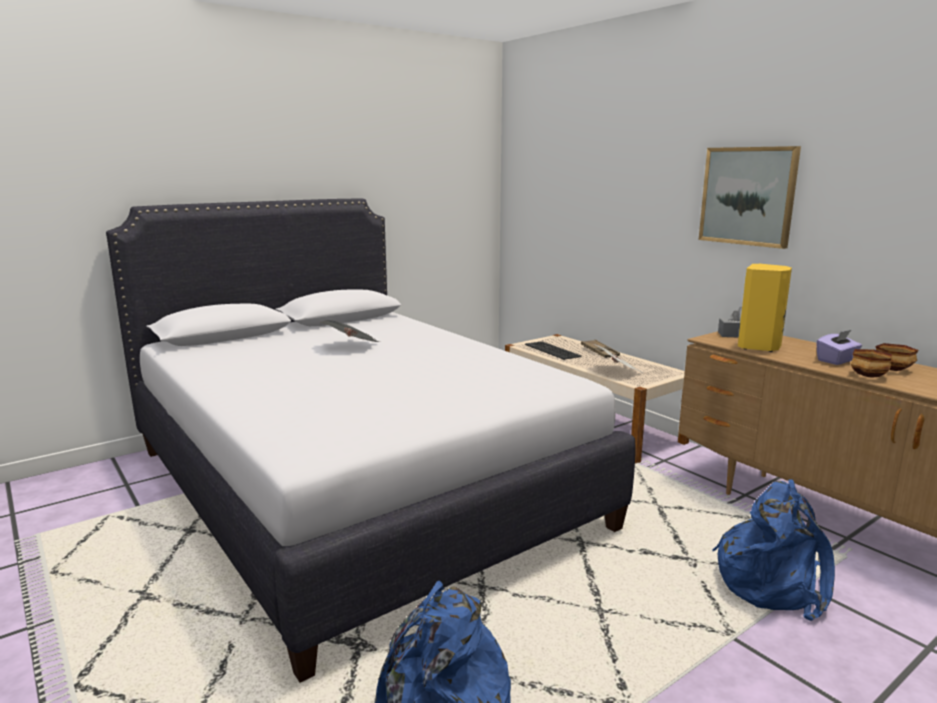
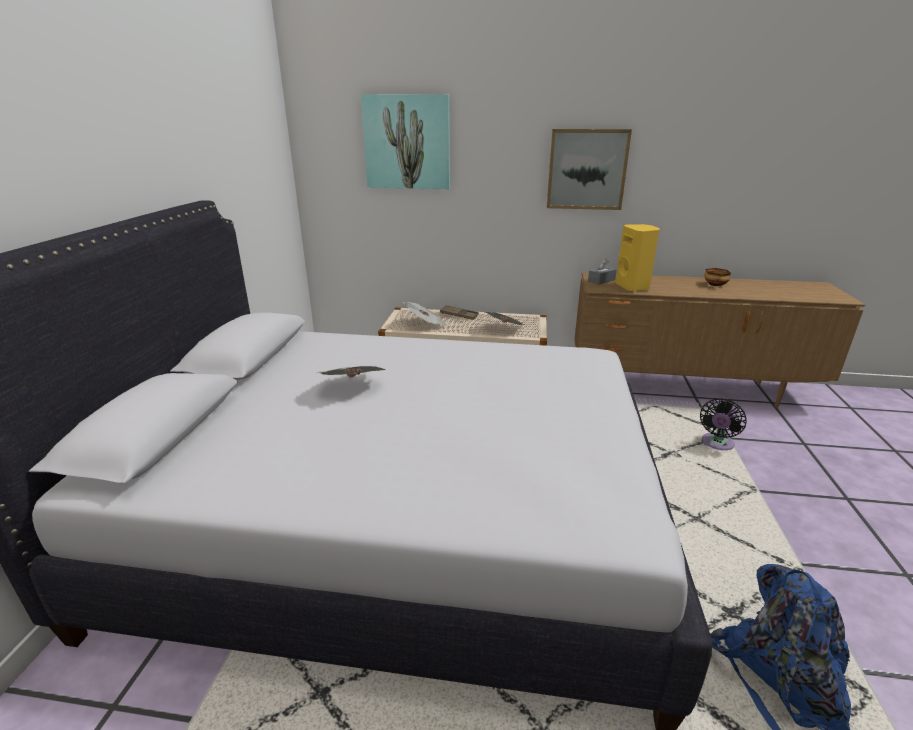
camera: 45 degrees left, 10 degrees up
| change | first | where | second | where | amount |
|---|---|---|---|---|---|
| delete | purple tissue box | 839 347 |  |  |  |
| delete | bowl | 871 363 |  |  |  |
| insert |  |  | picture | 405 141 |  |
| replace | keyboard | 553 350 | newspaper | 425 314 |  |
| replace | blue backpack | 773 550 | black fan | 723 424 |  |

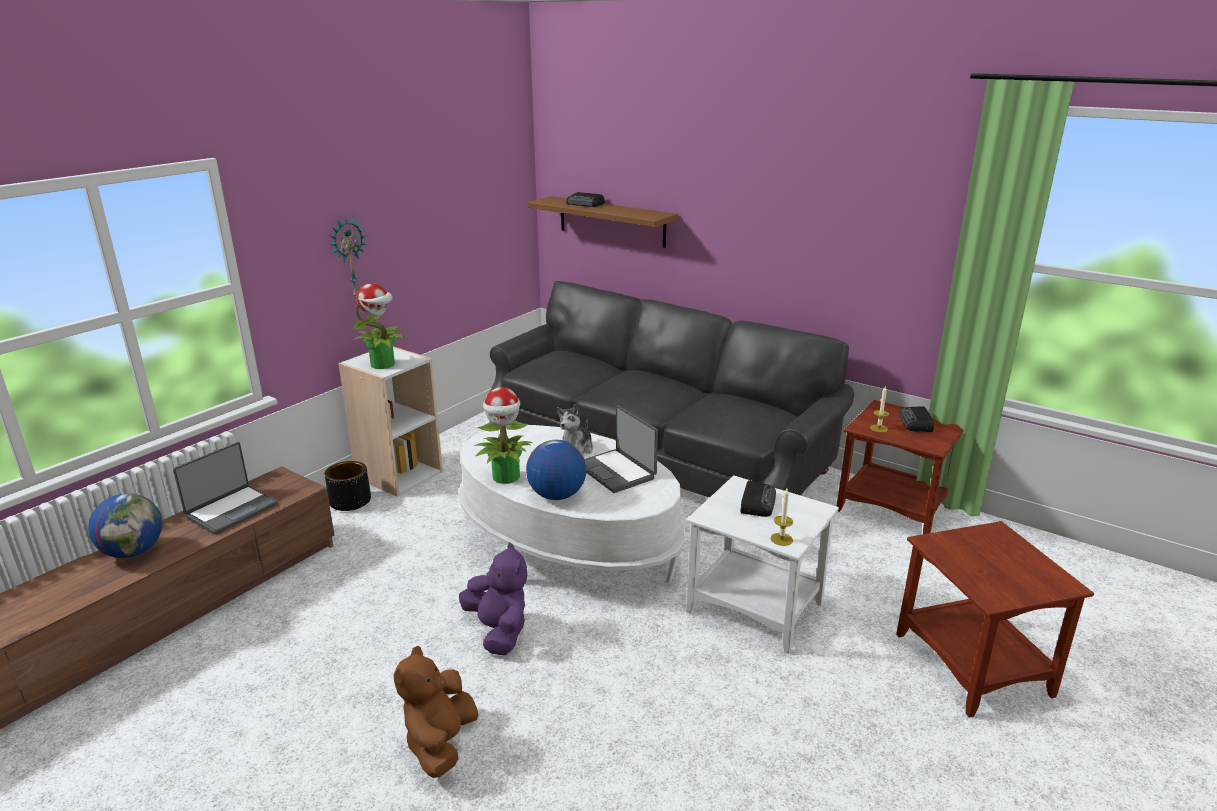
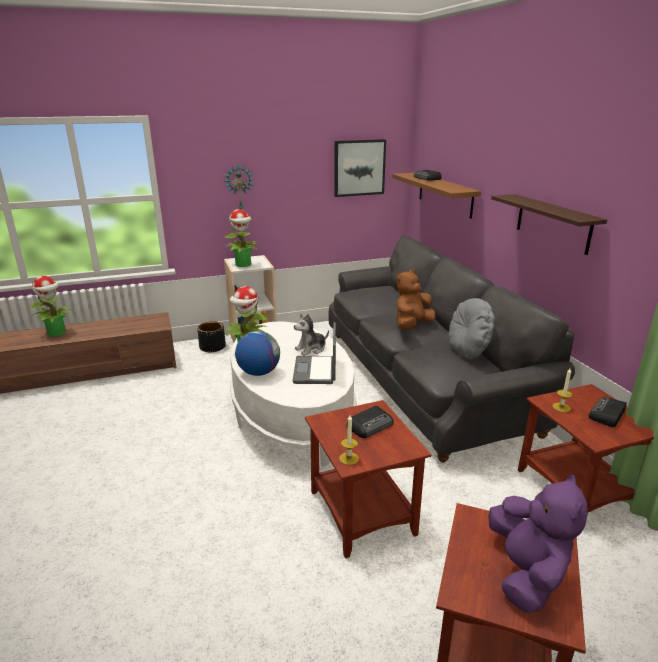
camera: 35 degrees right, 0 degrees up
| change | first | where | second | where | amount |
|---|---|---|---|---|---|
| delete | laptop | 225 488 |  |  |  |
| insert |  |  | picture | 360 168 |  |
| insert |  |  | grey pillow | 471 329 |  |
| insert |  |  | shelf | 549 224 |  |
| move | brown plush toy | 436 712 |  | 416 299 |  |
| move | purple plush toy | 493 598 |  | 538 543 |  |
| replace | globe | 125 525 | potted plant | 50 306 |  |
| recolor | white side table | 762 564 | brown side table | 368 479 |  |

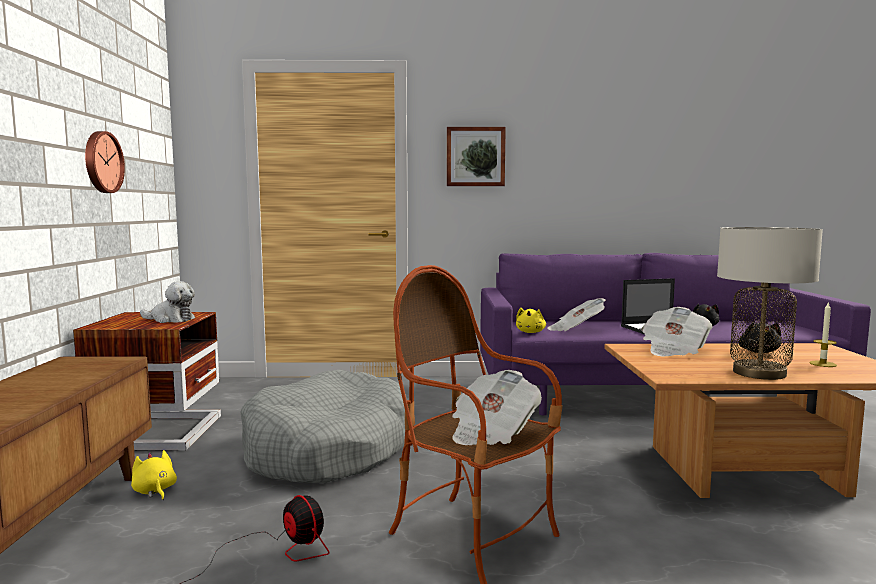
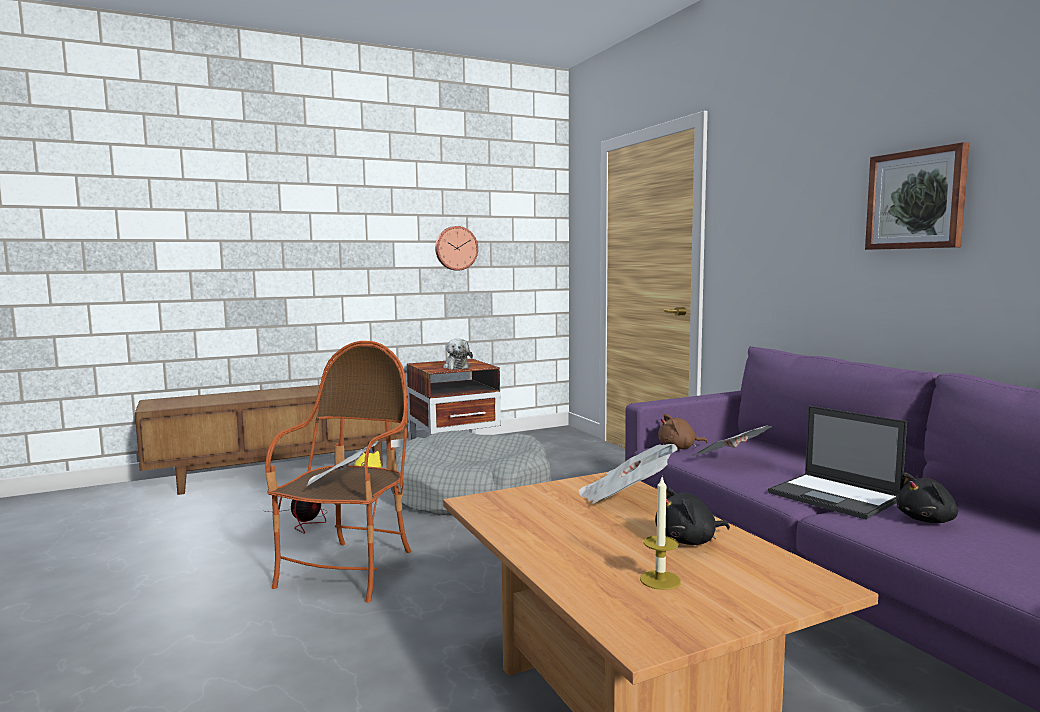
camera: 65 degrees right, 0 degrees up
| change | first | where | second | where | amount |
|---|---|---|---|---|---|
| delete | table lamp | 770 303 |  |  |  |
| move | picture | 476 156 |  | 917 196 |  |
| recolor | yellow plush toy | 531 320 | brown plush toy | 683 431 |  |

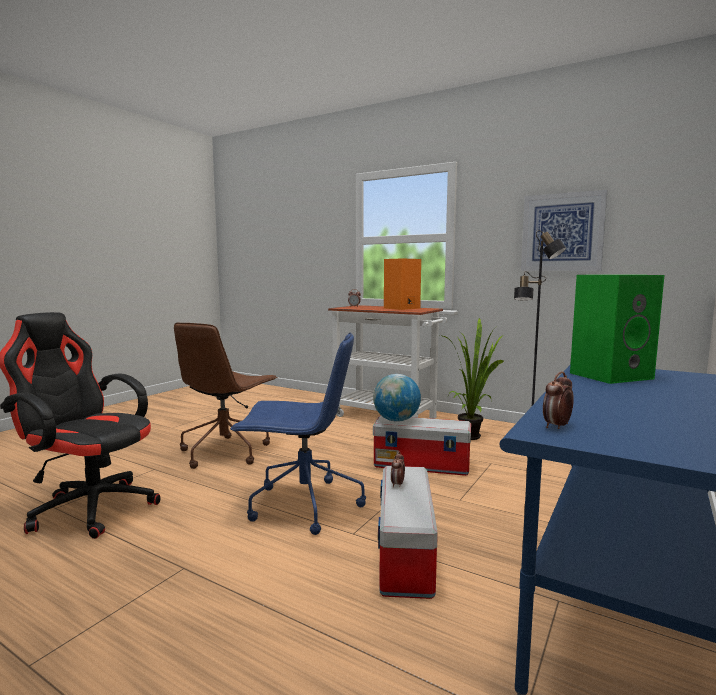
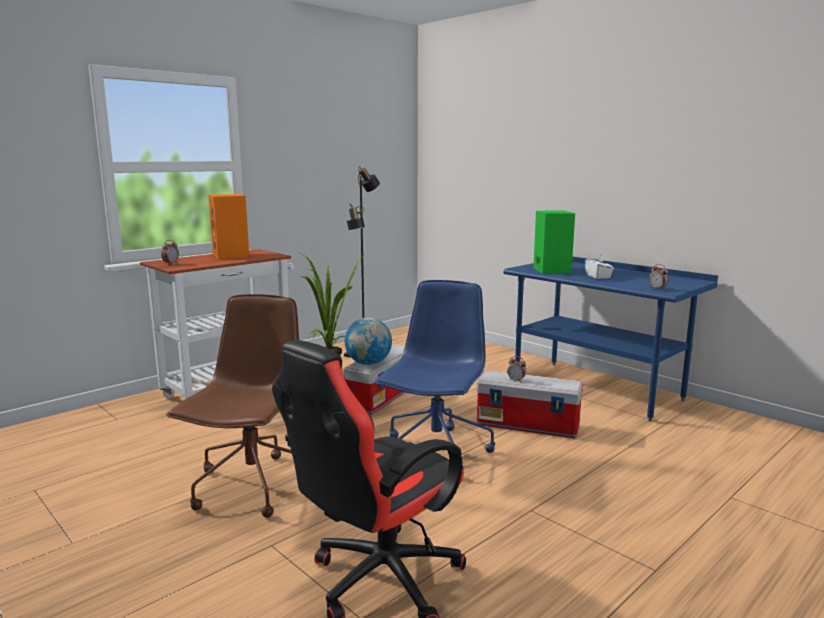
camera: 75 degrees left, 5 degrees up
| change | first | where | second | where | amount |
|---|---|---|---|---|---|
| delete | picture | 564 230 |  |  |  |
| insert |  |  | white tissue box | 599 266 |  |
| rotate | brown office chair | 225 395 |  | 232 406 | 120 degrees counterclockwise |

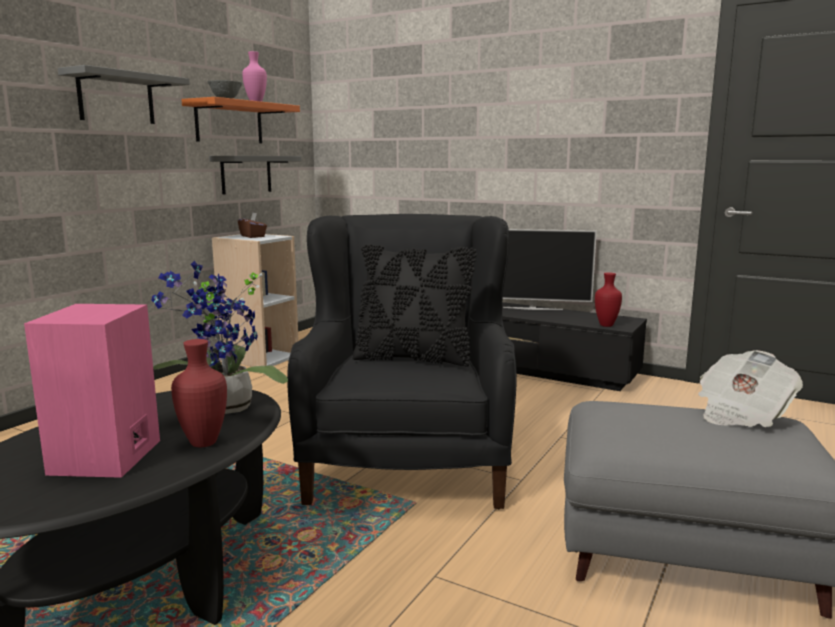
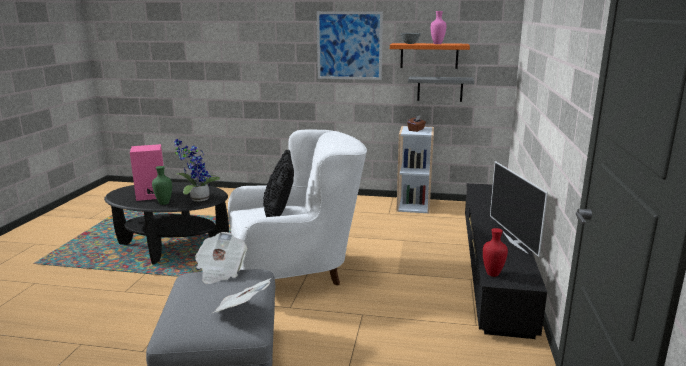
camera: 70 degrees right, 5 degrees up
| change | first | where | second | where | amount |
|---|---|---|---|---|---|
| insert |  |  | newspaper | 221 258 |  |
| replace | grey shelf | 123 94 | picture | 350 45 |  |
| recolor | red vase | 199 393 | green vase | 162 185 |  |
| recolor | black armchair | 402 361 | white armchair | 297 207 |  |

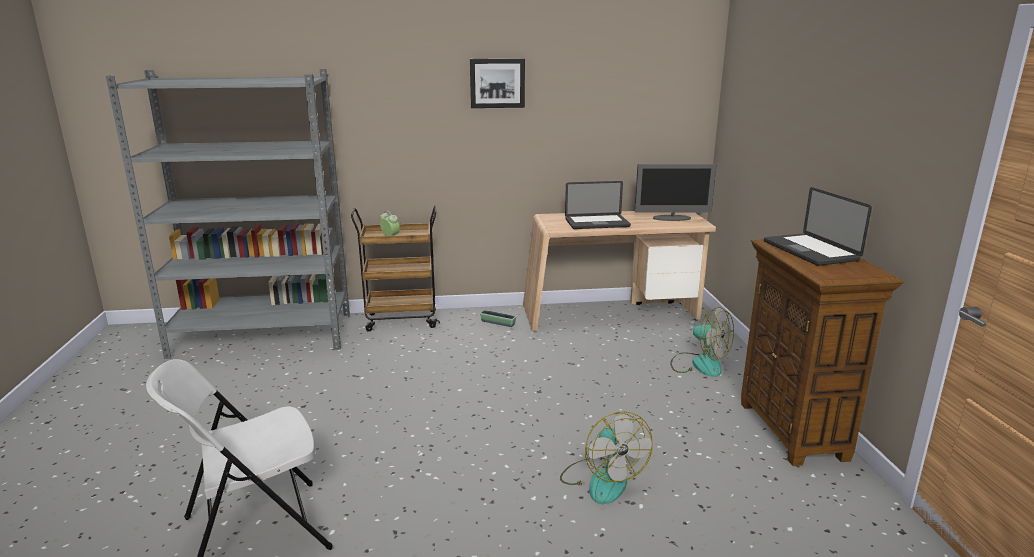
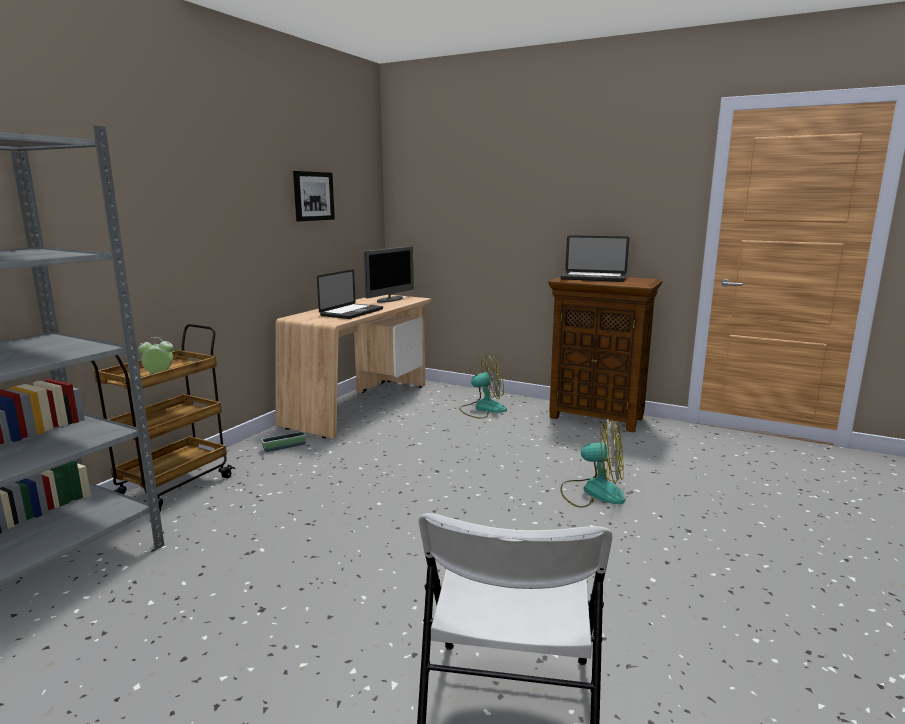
camera: 55 degrees left, 5 degrees down
| change | first | where | second | where | amount |
|---|---|---|---|---|---|
| move | picture | 497 83 |  | 314 196 |  |

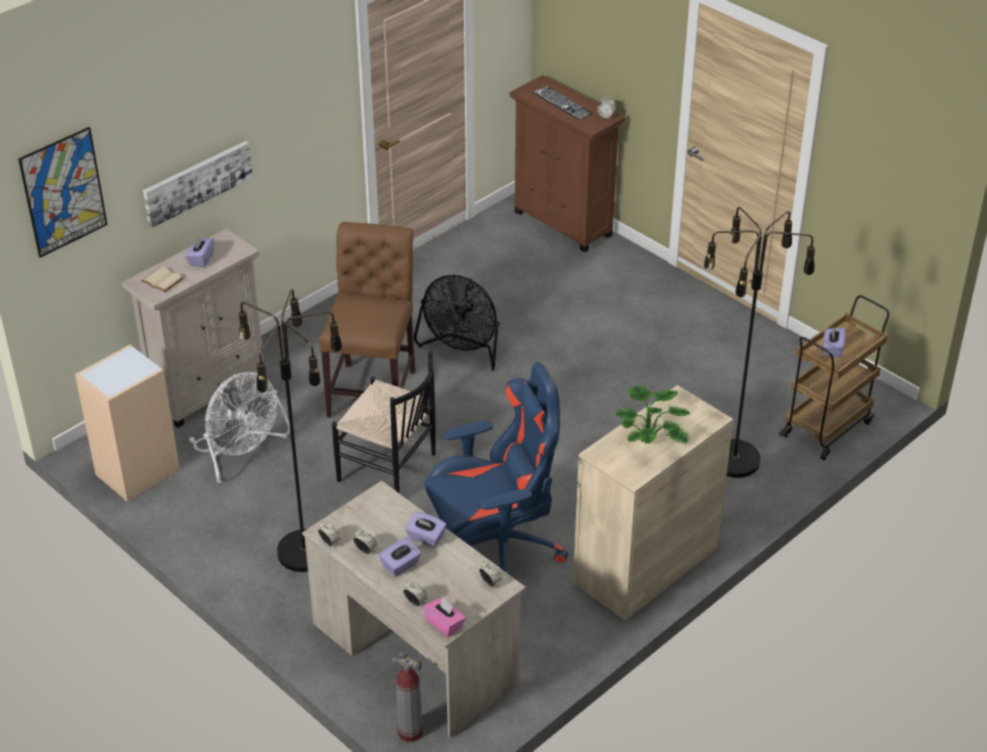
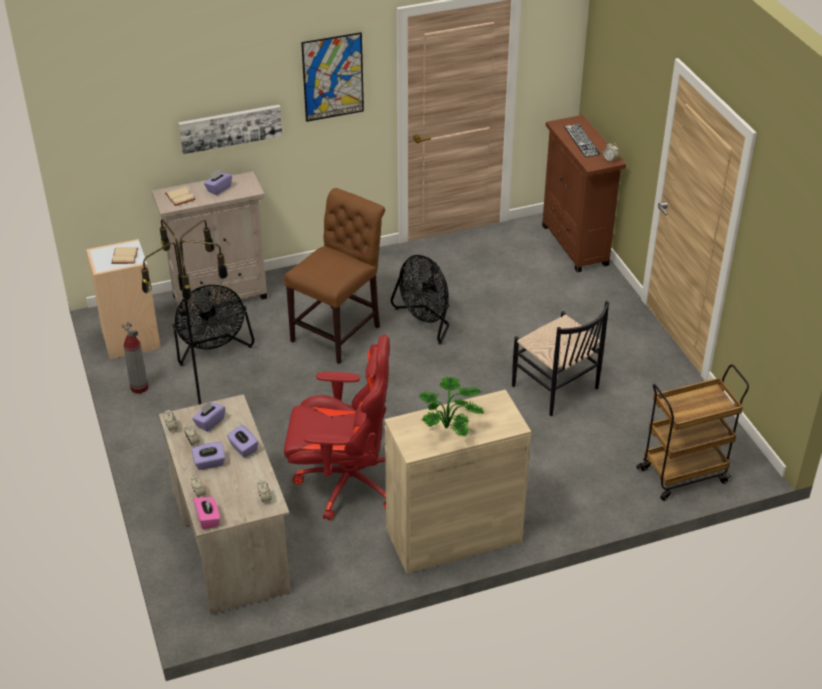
camera: 25 degrees right, 0 degrees up
| change | first | where | second | where | amount |
|---|---|---|---|---|---|
| delete | floor lamp | 759 342 |  |  |  |
| insert |  |  | beige book | 124 255 |  |
| move | picture | 63 192 |  | 332 77 |  |
| move | black chair | 384 422 |  | 560 358 |  |
| move | fire extinguisher | 407 697 |  | 134 358 |  |
| move | purple tissue box | 834 342 |  | 208 416 |  |
| recolor | white fan | 239 427 | black fan | 213 325 |  |
| recolor | blue office chair | 496 467 | red office chair | 337 427 |  |

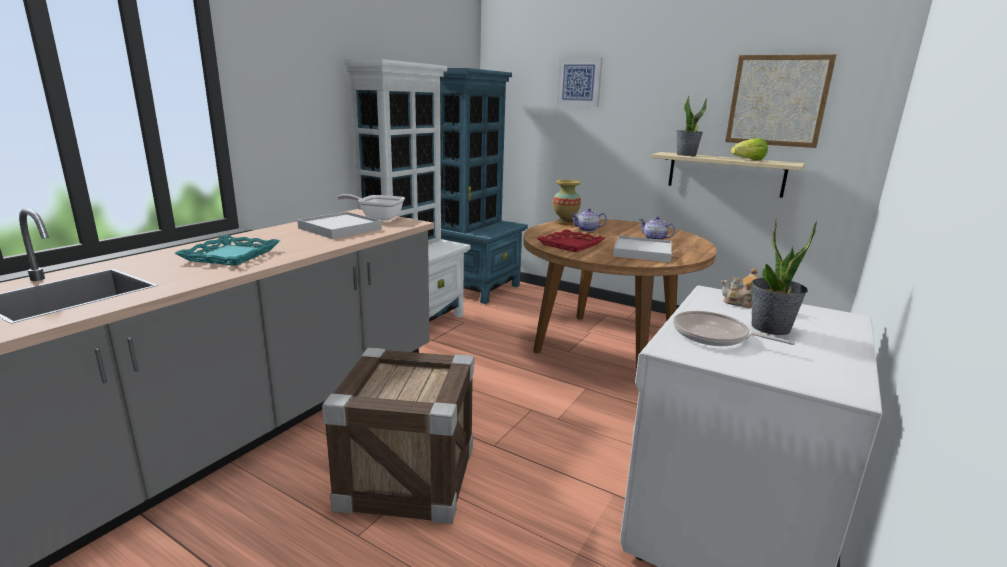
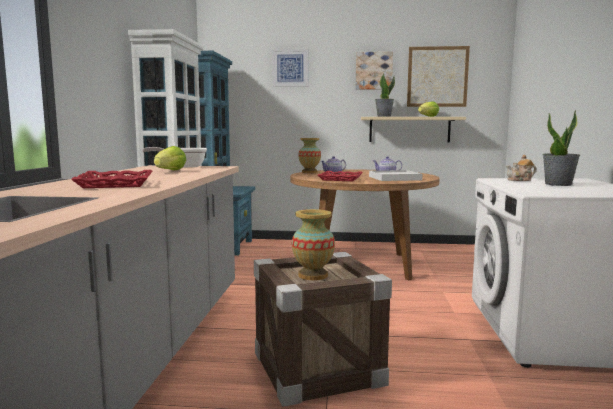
camera: 25 degrees left, 10 degrees down
| change | first | where | second | where | amount |
|---|---|---|---|---|---|
| delete | frying pan | 734 328 |  |  |  |
| insert |  |  | vase | 313 244 |  |
| insert |  |  | picture | 374 70 |  |
| replace | white tray | 339 225 | lettuce | 170 158 |  |
| recolor | turquoise tray | 227 250 | red tray | 112 179 |  |

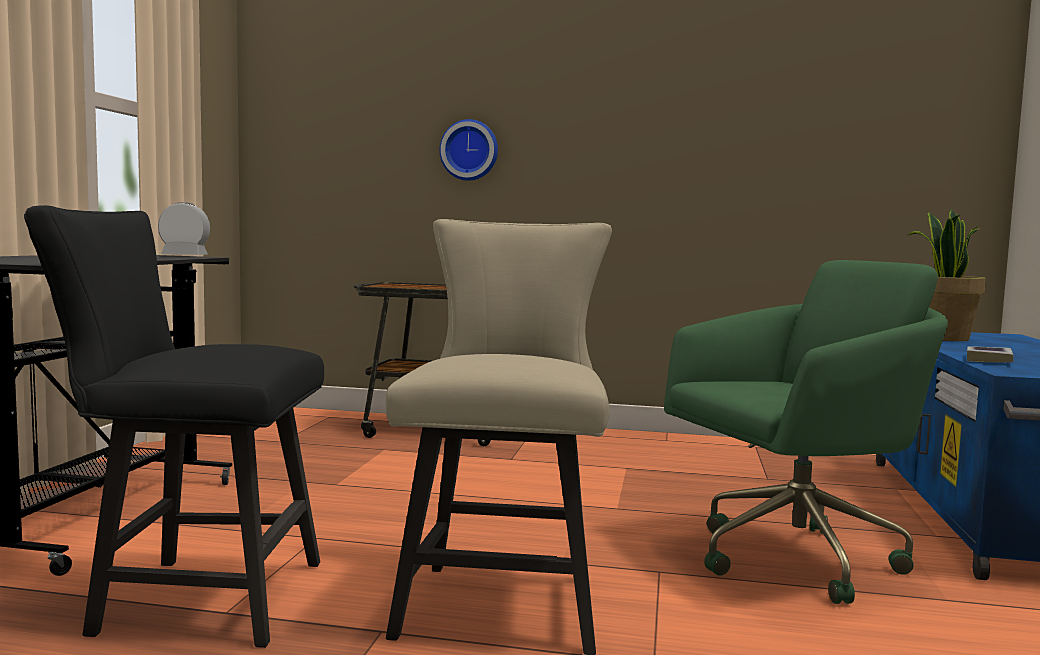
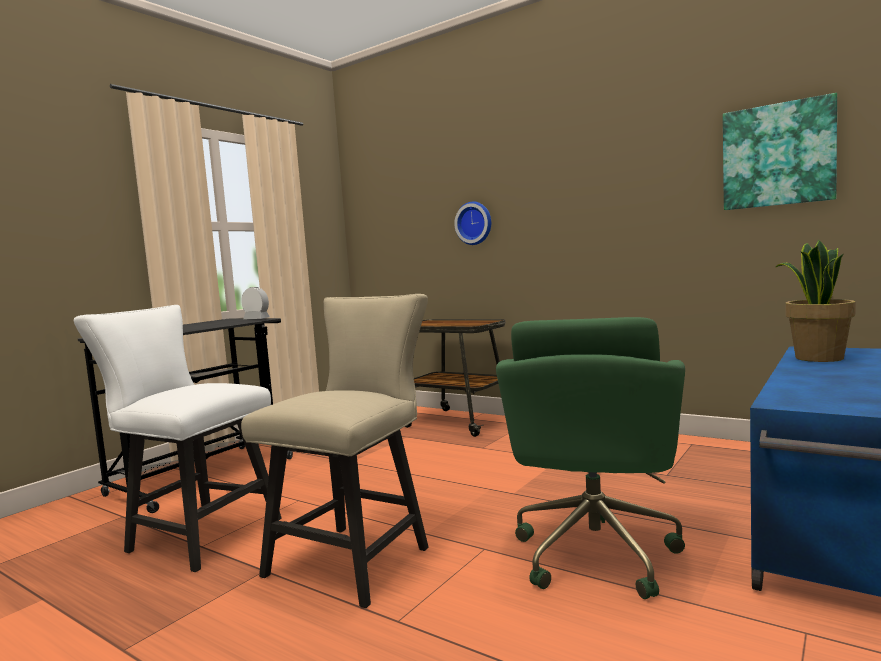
camera: 25 degrees right, 0 degrees up
| change | first | where | second | where | amount |
|---|---|---|---|---|---|
| delete | book | 990 354 |  |  |  |
| insert |  |  | picture | 780 151 |  |
| recolor | black chair | 174 426 | white chair | 178 438 |  |
| rotate | green office chair | 806 432 |  | 590 458 | 105 degrees clockwise |

